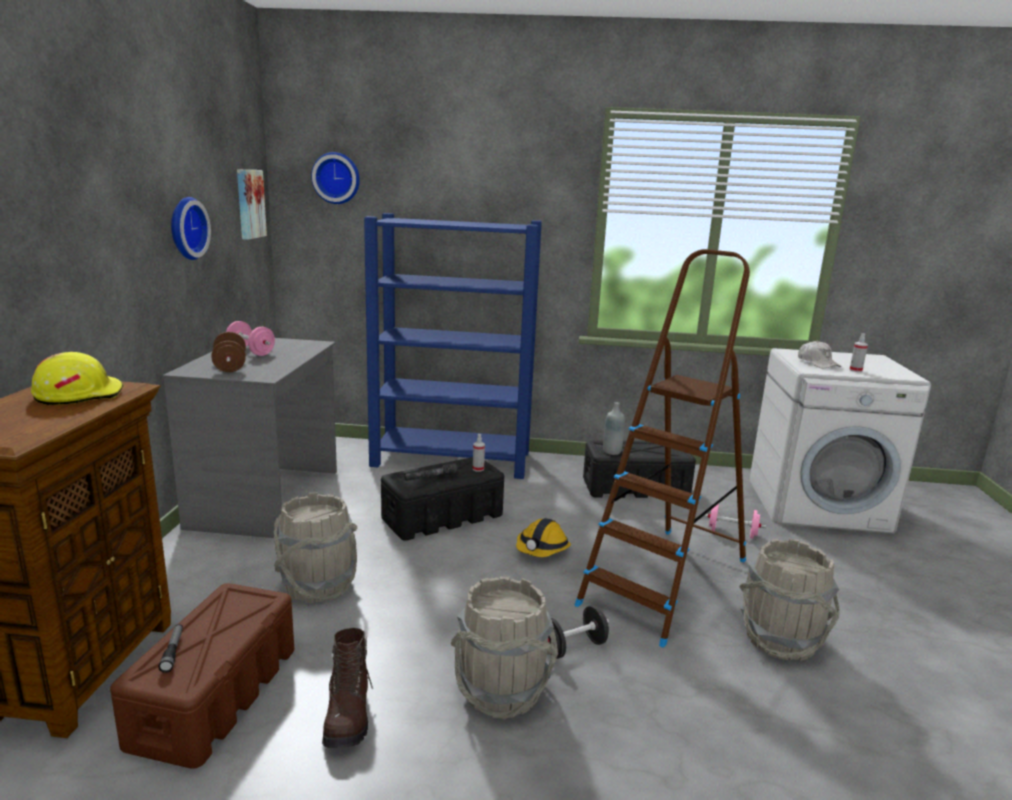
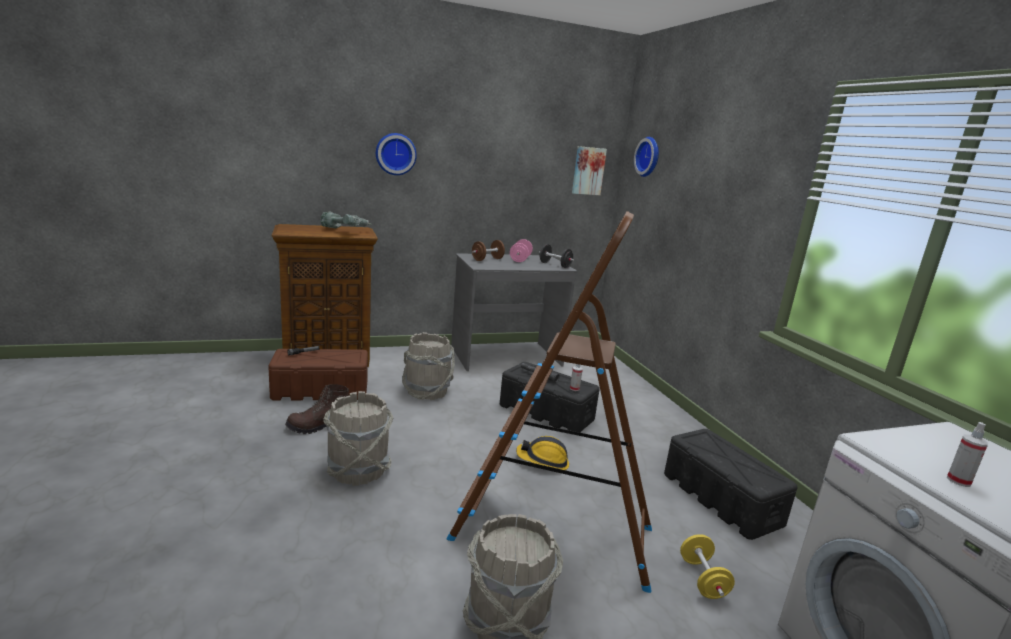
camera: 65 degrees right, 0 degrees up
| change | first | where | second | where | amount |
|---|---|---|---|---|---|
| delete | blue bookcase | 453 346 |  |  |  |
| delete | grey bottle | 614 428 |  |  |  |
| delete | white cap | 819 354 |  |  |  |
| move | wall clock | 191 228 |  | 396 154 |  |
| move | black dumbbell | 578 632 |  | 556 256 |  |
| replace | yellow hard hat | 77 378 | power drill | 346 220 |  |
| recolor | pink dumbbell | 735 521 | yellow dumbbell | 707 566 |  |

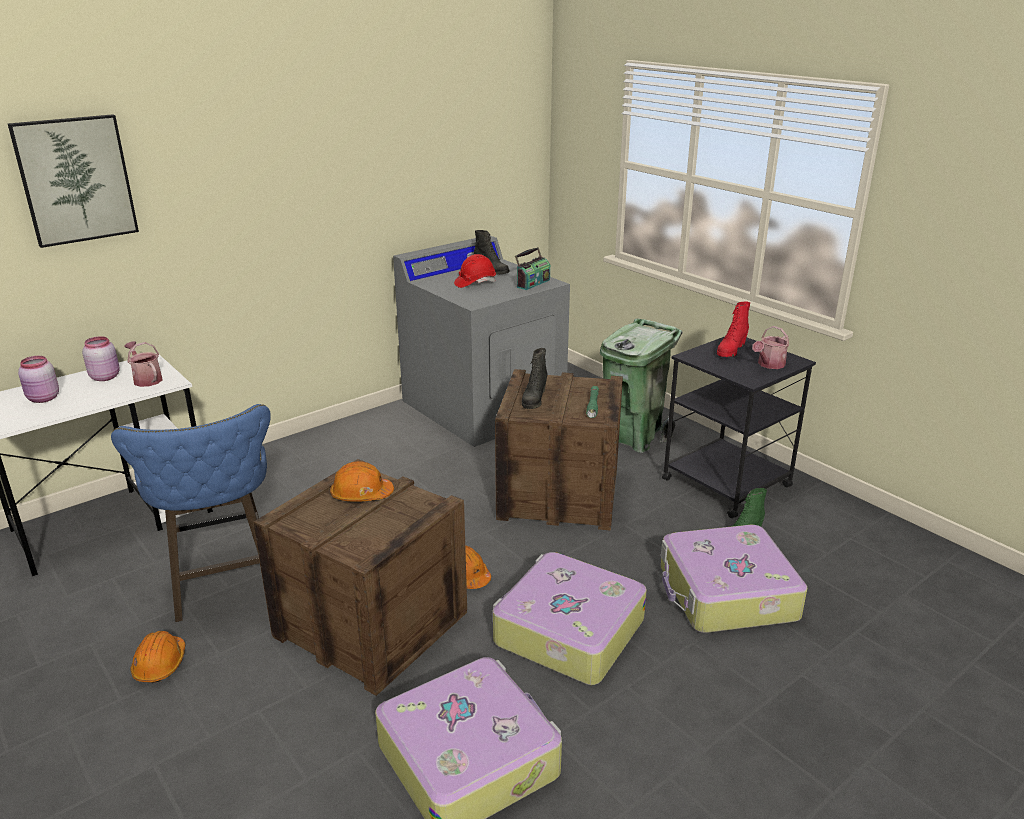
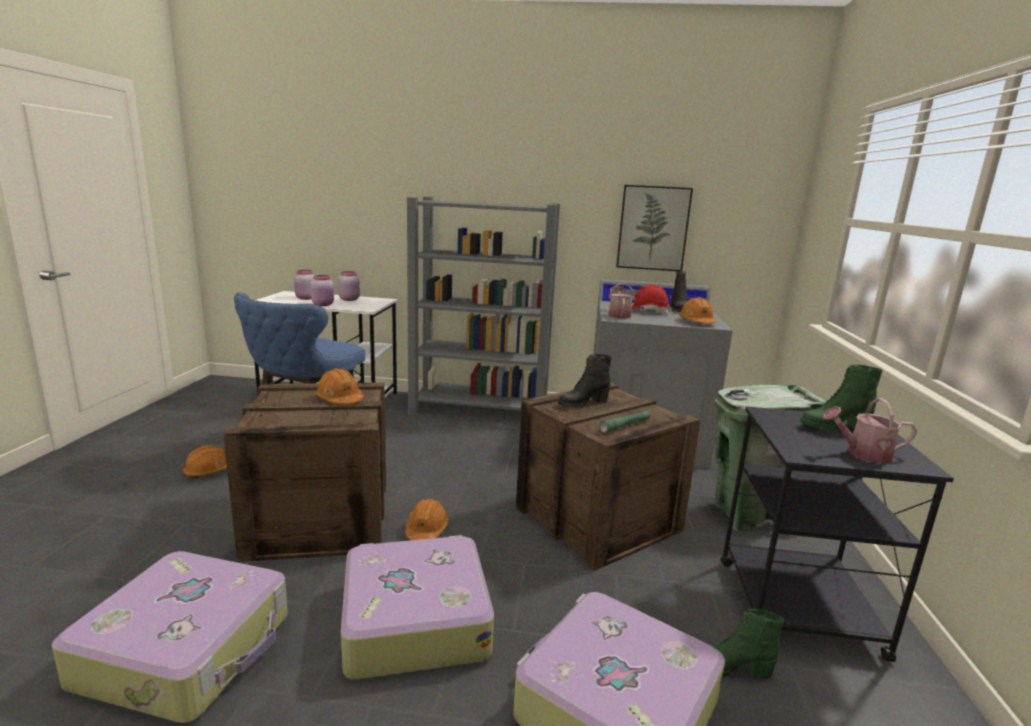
camera: 45 degrees right, 10 degrees down
| change | first | where | second | where | amount |
|---|---|---|---|---|---|
| insert |  |  | pink jar | 322 290 |  |
| insert |  |  | grey bookcase | 483 306 |  |
| move | picture | 73 181 |  | 654 228 |  |
| move | watering can | 143 364 |  | 621 301 |  |
| replace | radio | 532 268 | orange hard hat | 697 310 |  |
| recolor | red boot | 733 329 | green boot | 841 398 |  |

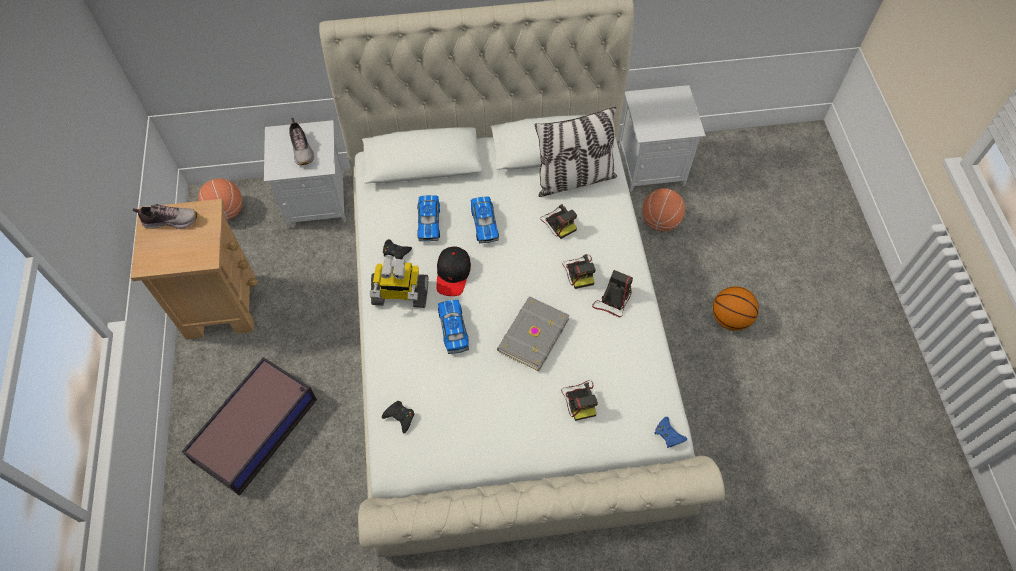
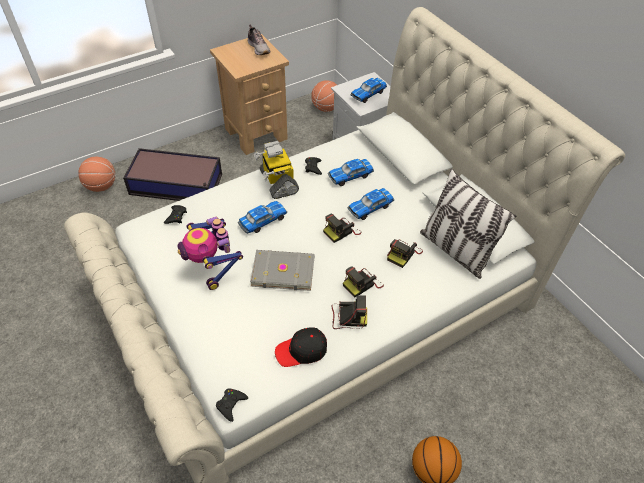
camera: 65 degrees right, 10 degrees down
| change | first | where | second | where | amount |
|---|---|---|---|---|---|
| delete | grey nightstand | 662 138 |  |  |  |
| insert |  |  | toy robot | 210 253 |  |
| move | black cap | 453 271 |  | 301 347 |  |
| move | photo camera | 579 400 |  | 342 228 |  |
| move | basketball | 663 209 |  | 96 174 |  |
| replace | shoe | 301 141 | toy car | 368 90 |  |
| recolor | blue game controller | 670 432 | black game controller | 232 405 |  |

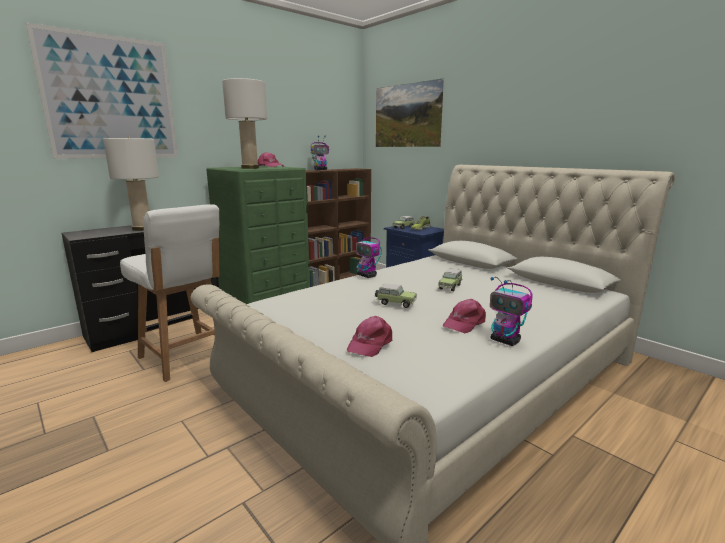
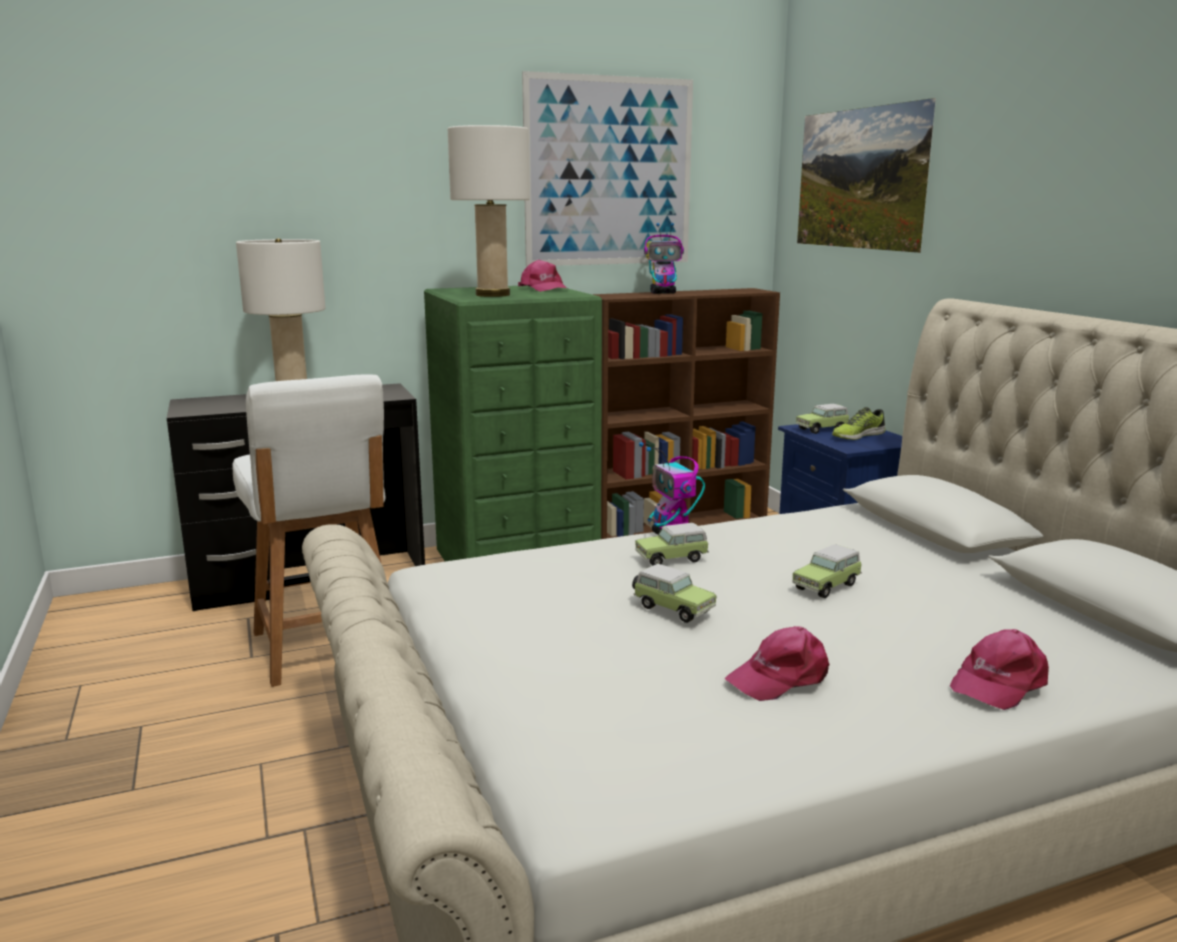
camera: 20 degrees right, 0 degrees up
| change | first | where | second | where | amount |
|---|---|---|---|---|---|
| delete | toy robot | 511 311 |  |  |  |
| insert |  |  | toy car | 672 544 |  |
| move | picture | 102 90 |  | 607 168 |  |
| move | pink cap | 369 336 |  | 999 669 |  |

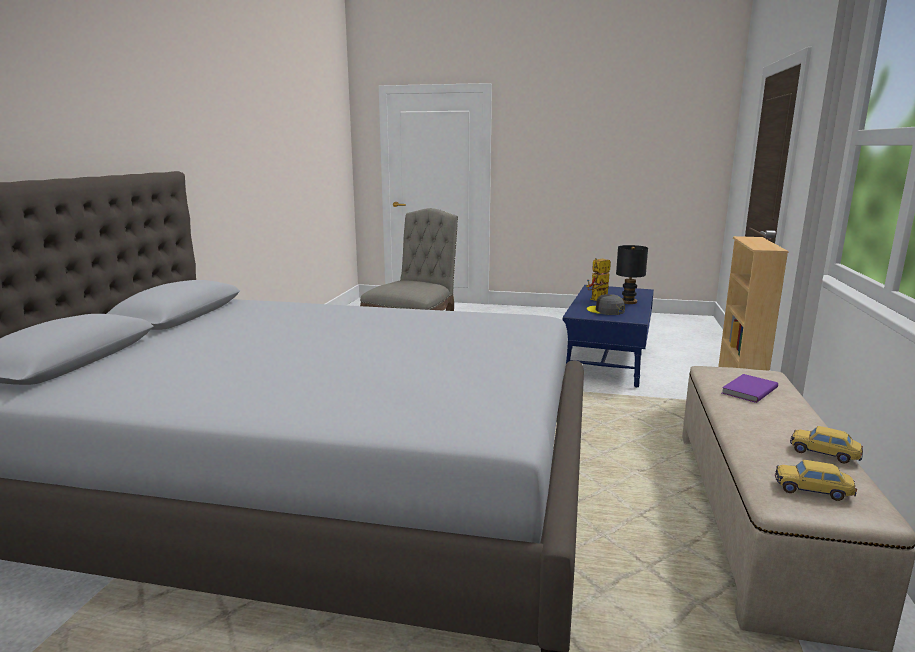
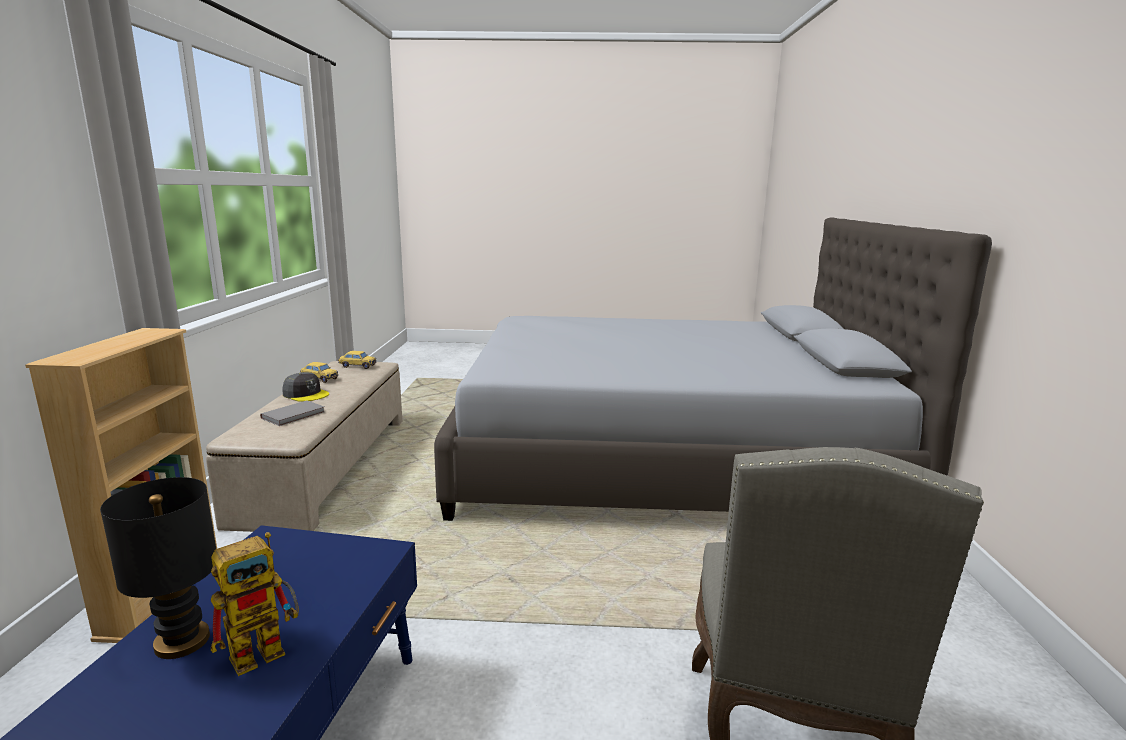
camera: 170 degrees right, 0 degrees up
| change | first | where | second | where | amount |
|---|---|---|---|---|---|
| move | grey cap | 606 304 |  | 305 387 |  |
| recolor | purple book | 750 388 | grey book | 292 413 |  |

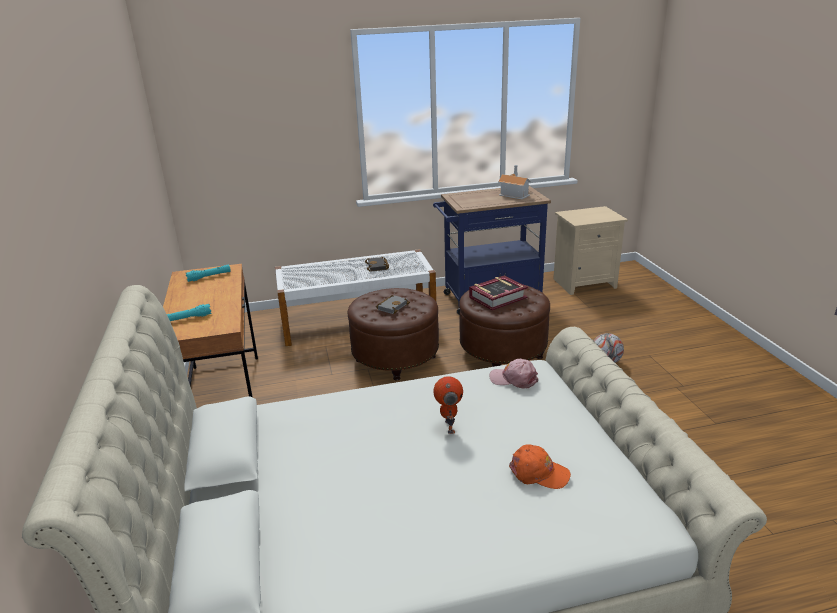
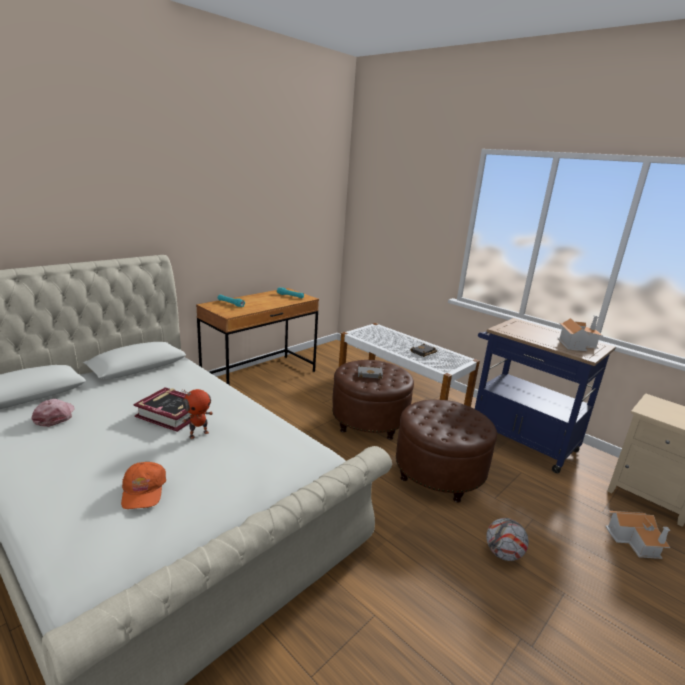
camera: 55 degrees right, 5 degrees down
| change | first | where | second | where | amount |
|---|---|---|---|---|---|
| insert |  |  | toy house | 637 535 |  |
| move | book | 498 293 |  | 170 409 |  |
| move | pink cap | 513 374 |  | 53 413 |  |

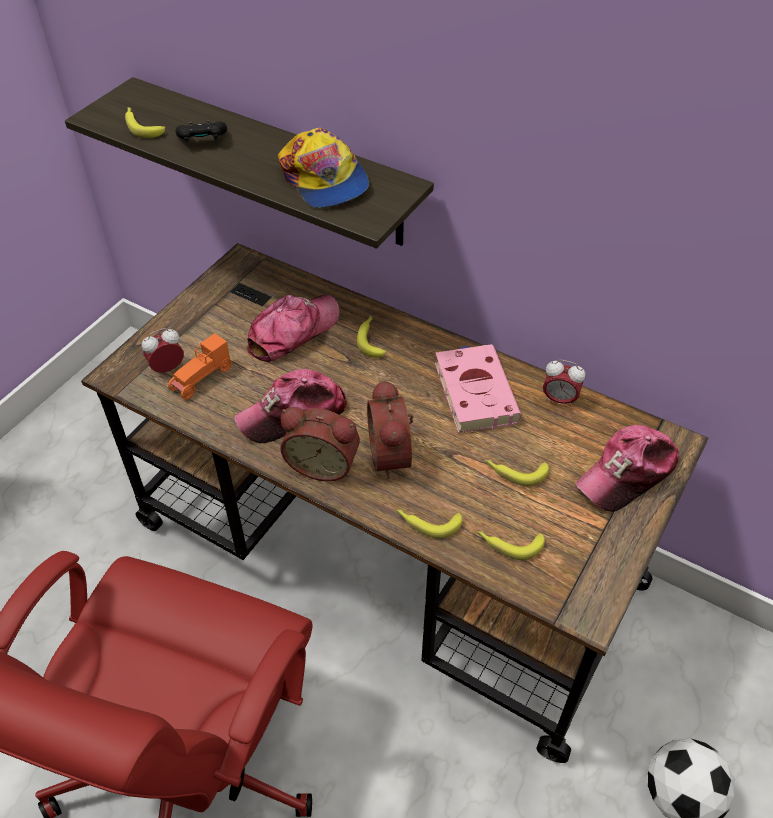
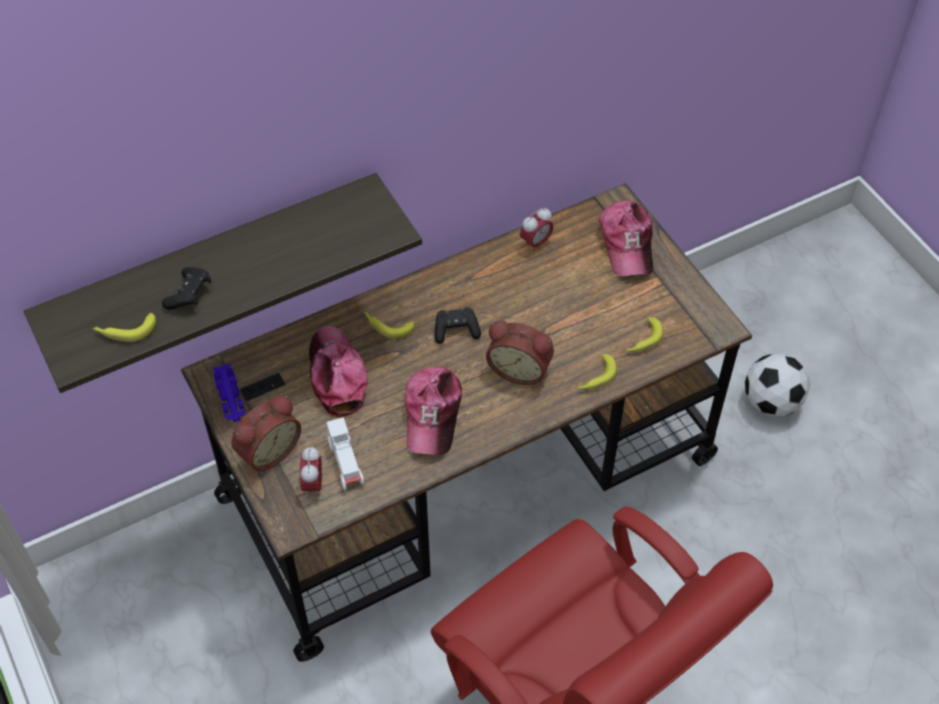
camera: 60 degrees left, 5 degrees up
| change | first | where | second | where | amount |
|---|---|---|---|---|---|
| delete | cap | 323 168 |  |  |  |
| delete | pink book | 478 388 |  |  |  |
| delete | banana | 517 473 |  |  |  |
| insert |  |  | purple toy car | 229 392 |  |
| insert |  |  | black game controller | 458 325 |  |
| move | alarm clock | 320 444 |  | 266 433 |  |
| recolor | orange toy car | 200 366 | white toy car | 345 454 |  |

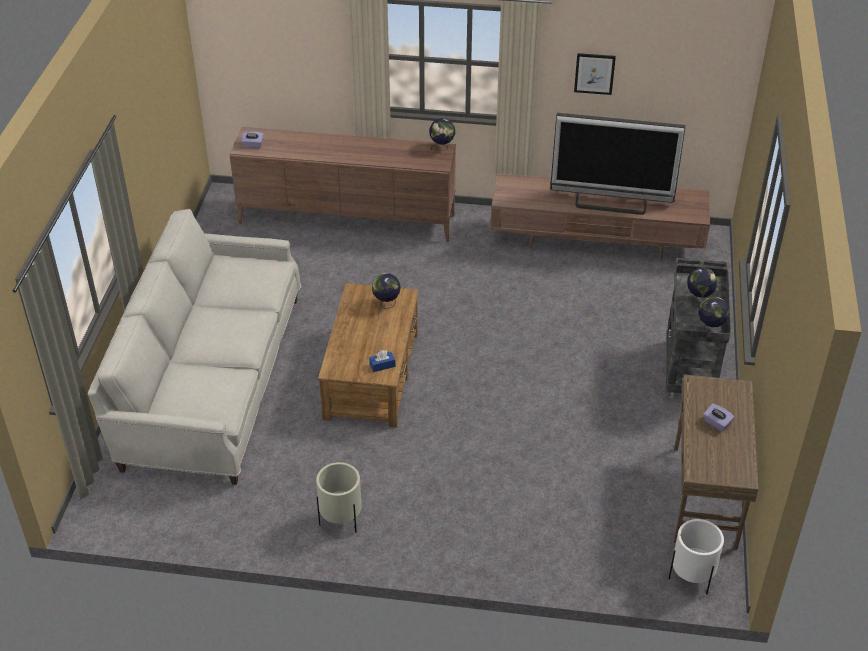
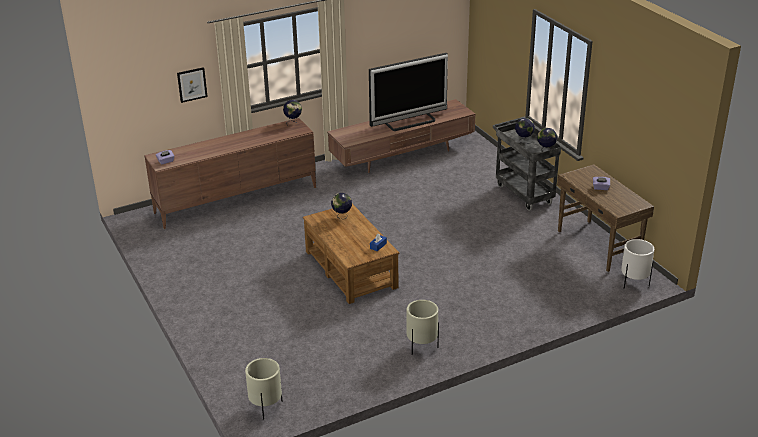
camera: 35 degrees left, 10 degrees down
| change | first | where | second | where | amount |
|---|---|---|---|---|---|
| delete | white sofa | 194 347 |  |  |  |
| insert |  |  | beige planter | 264 389 |  |
| move | picture | 595 74 |  | 192 85 |  |

